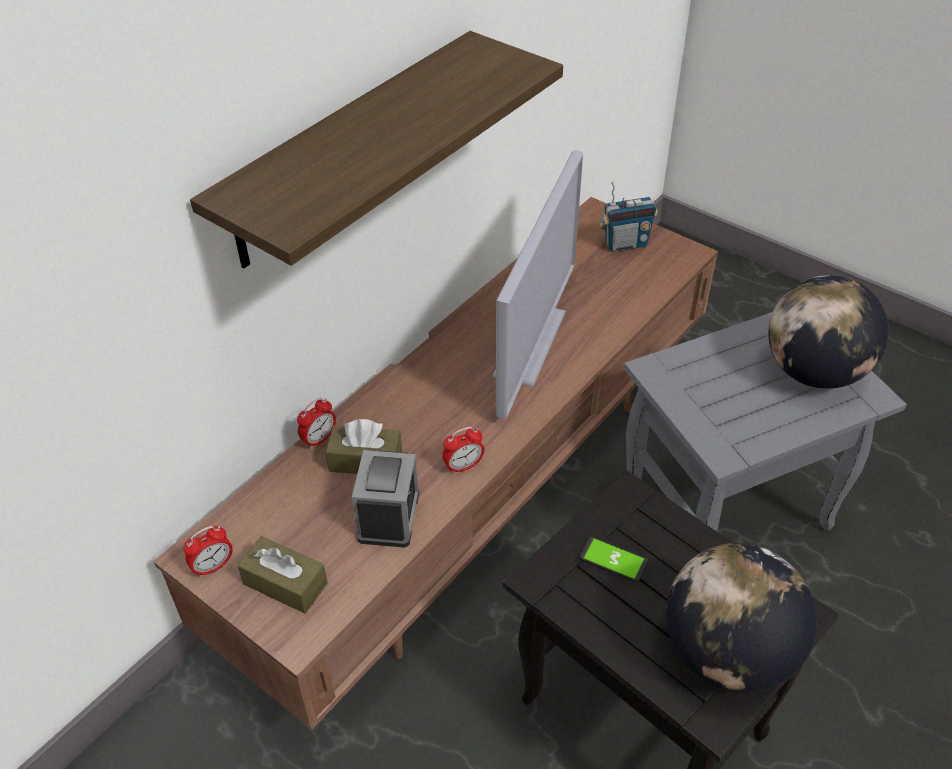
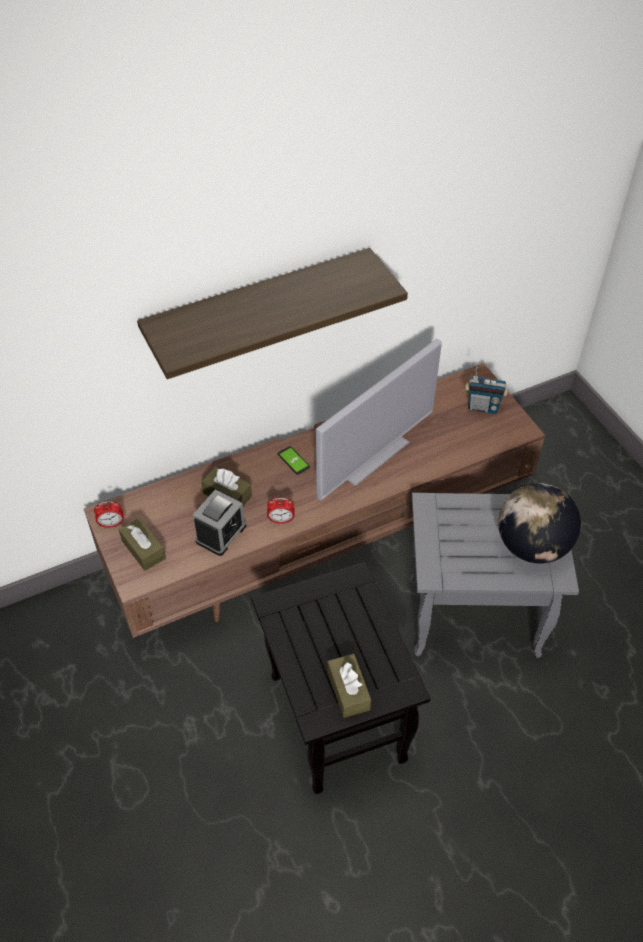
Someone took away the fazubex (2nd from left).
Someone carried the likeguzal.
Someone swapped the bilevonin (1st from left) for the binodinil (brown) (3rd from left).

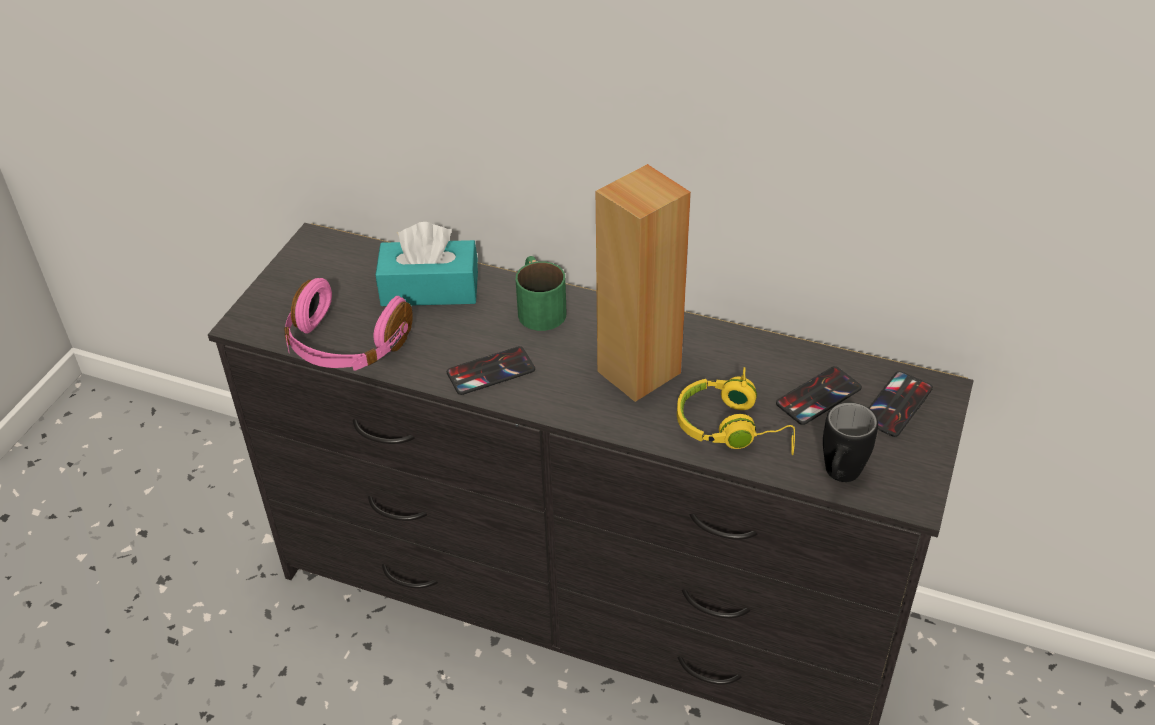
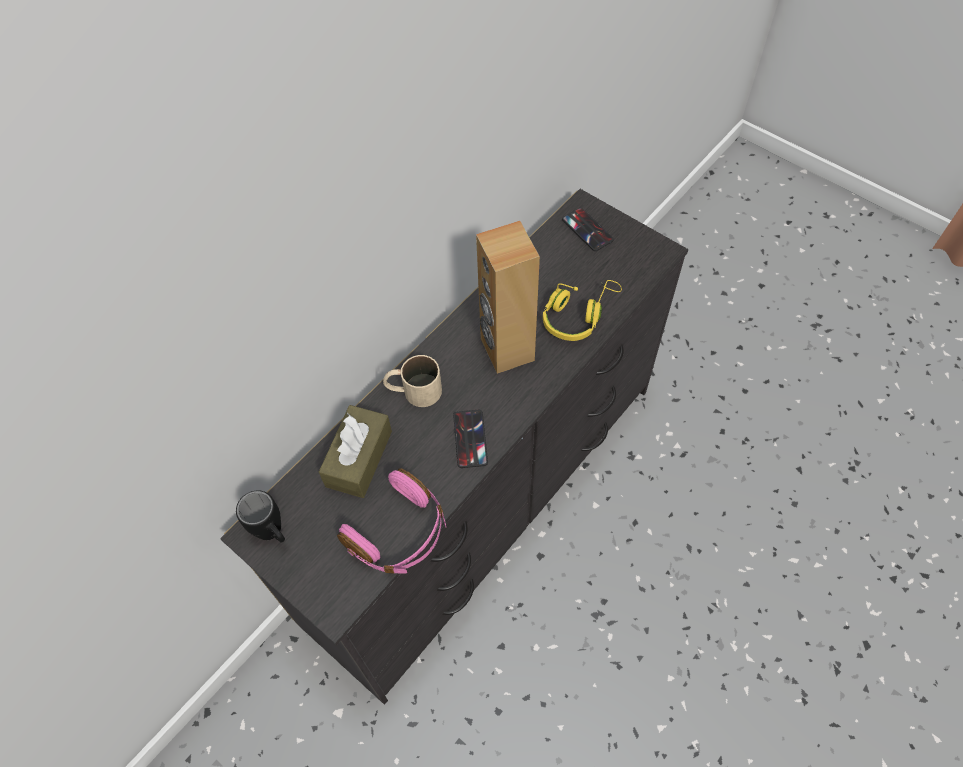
Someone repainted the binodinil (turquoise), which became the binodinil (brown).
Someone repainted the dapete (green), which became the dapete (beige).
Someone took away the likeguzal (2nd from left).
Someone carried the dapete (black).

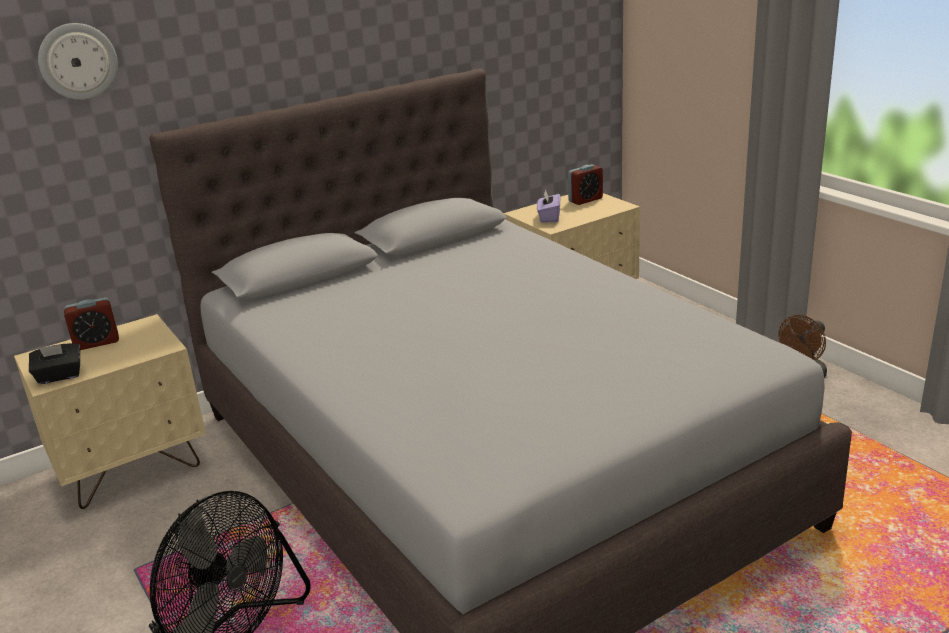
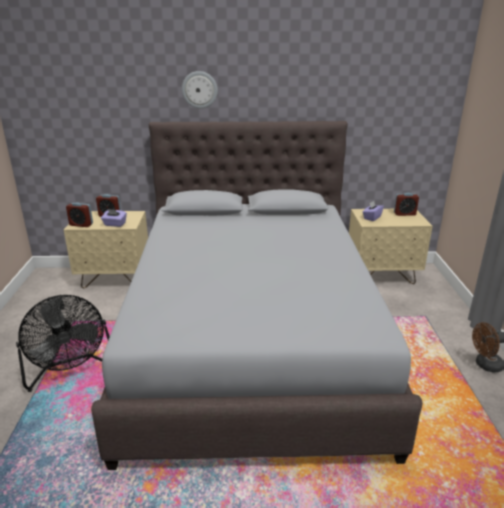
Someone carried the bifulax.
Someone swapped the binodinil (black) for the fazubex (1st from left).
Someone put down the binodinil (purple) (1st from left).

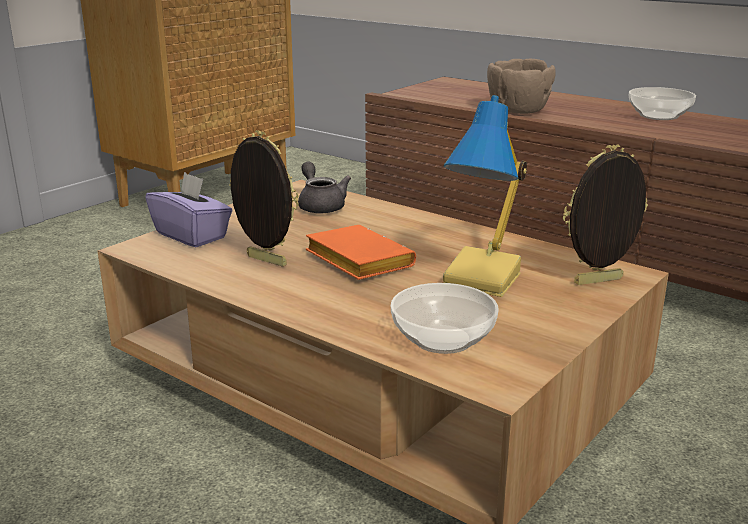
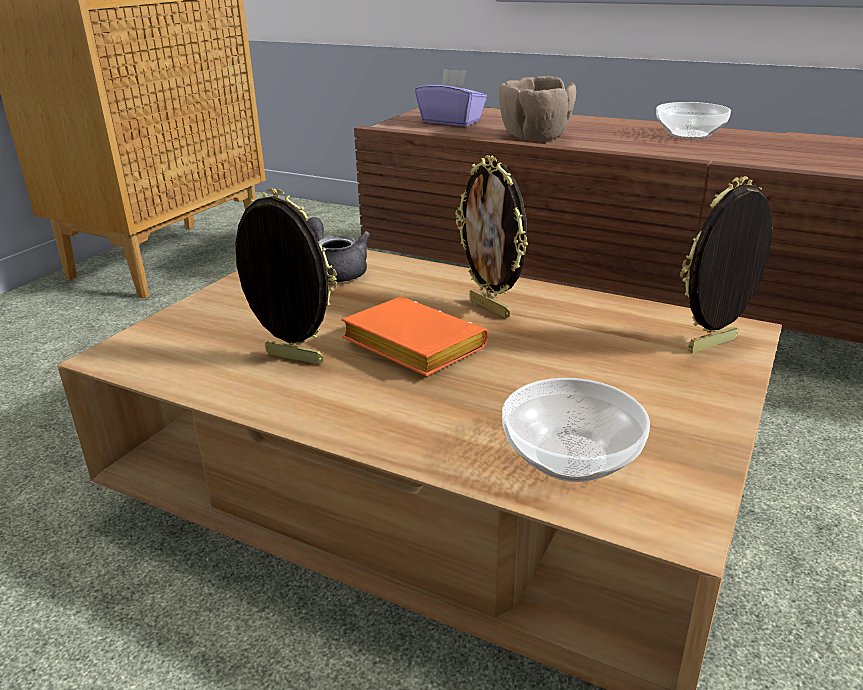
Someone took away the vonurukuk.
Someone carried the binodinil (purple).
Someone put down the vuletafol (2nd from left).

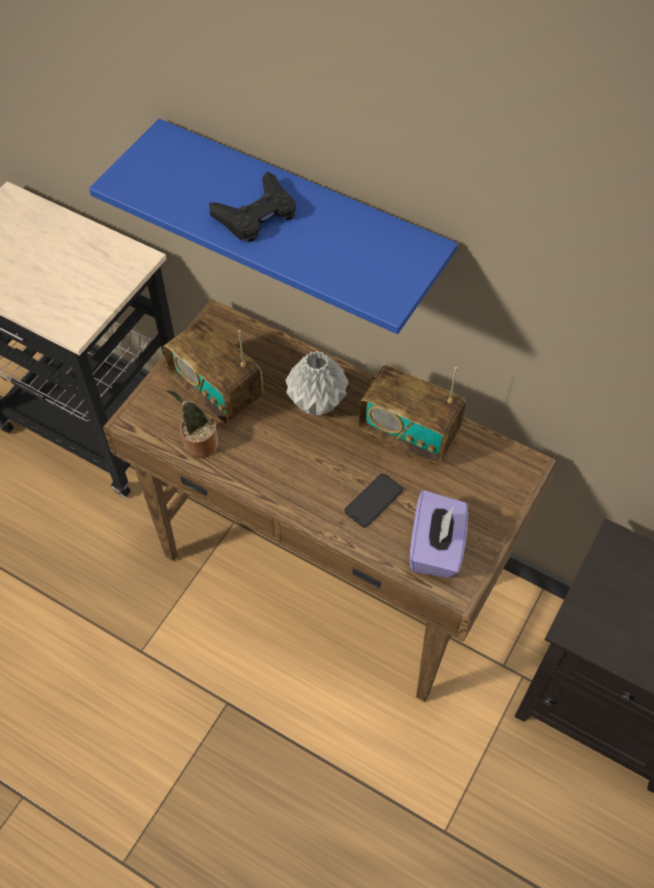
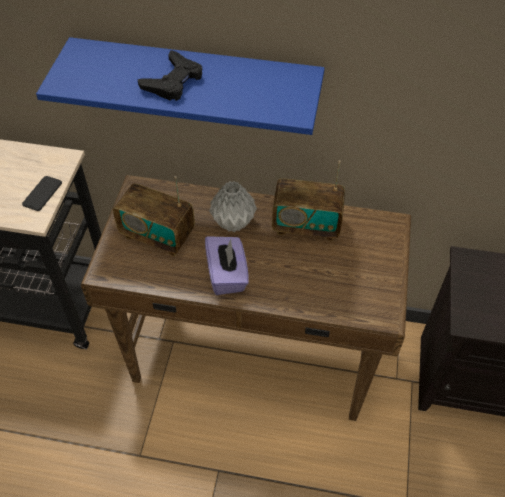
Someone took away the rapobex.
Someone carried the likeguzal.
Someone carried the binodinil (purple).

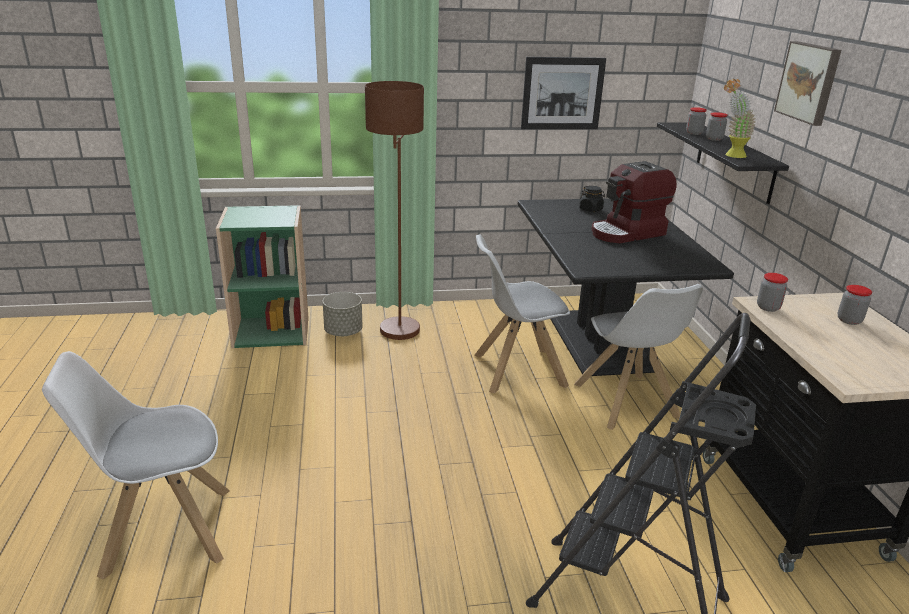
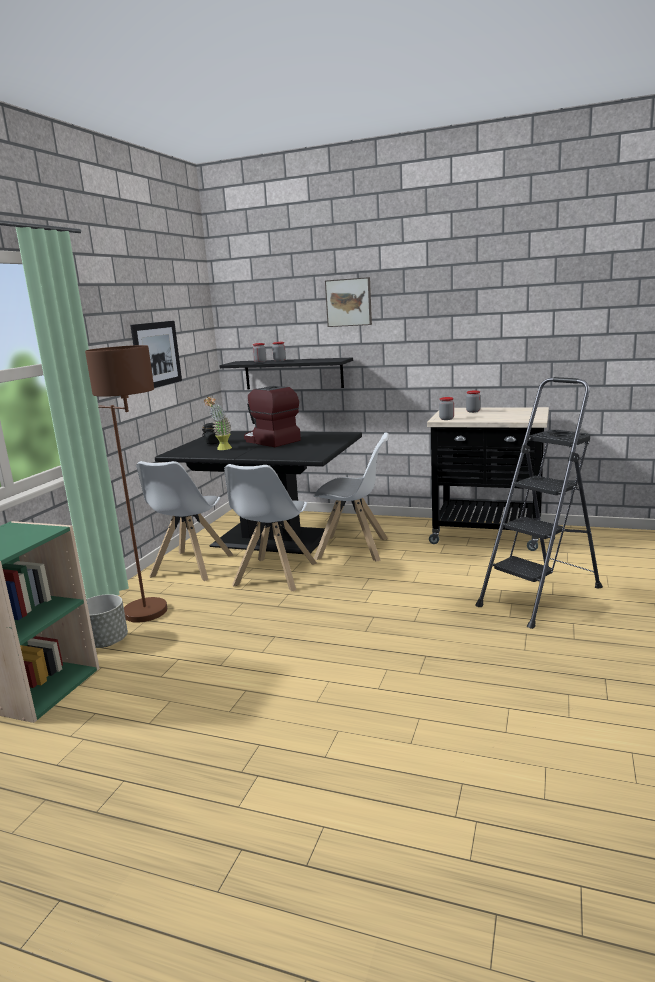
Someone carried the rapobex.
Someone rotated the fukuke by 135 degrees clockwise.
Someone carried the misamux (1st from left).

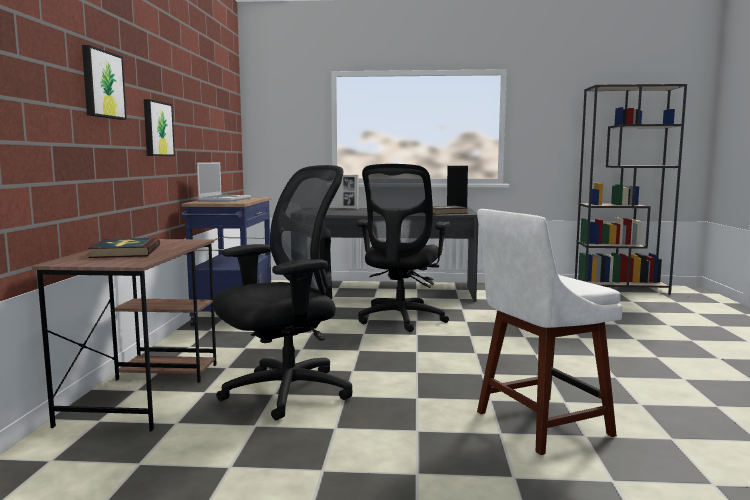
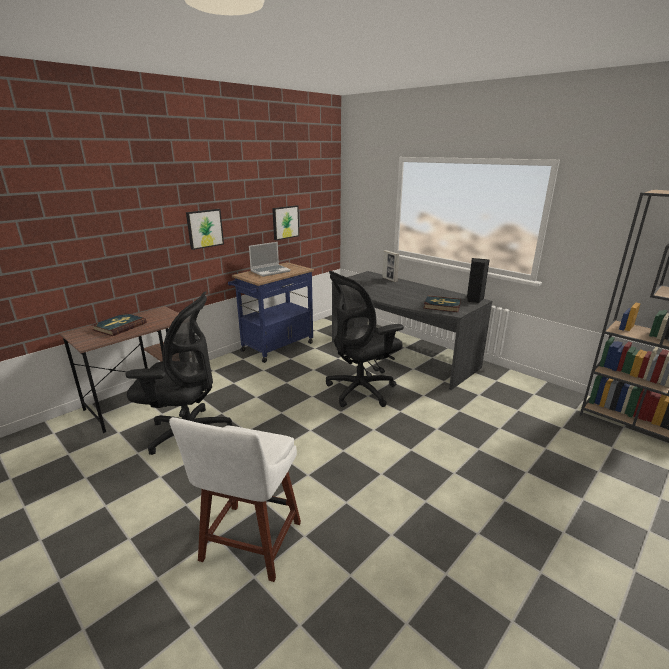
Someone carried the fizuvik (1st from left in the first image).
Someone rotated the misamux (white) by 90 degrees counterclockwise.

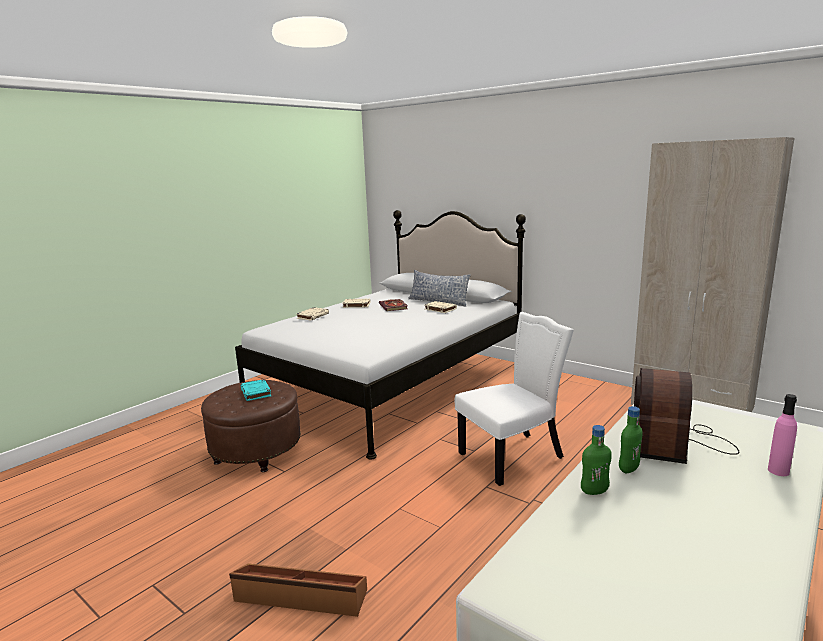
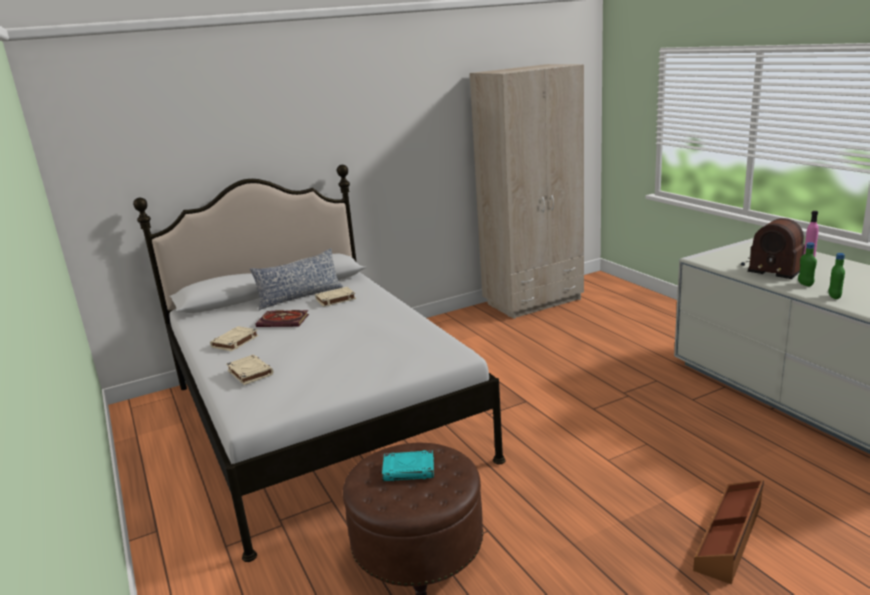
Someone took away the misamux (white).

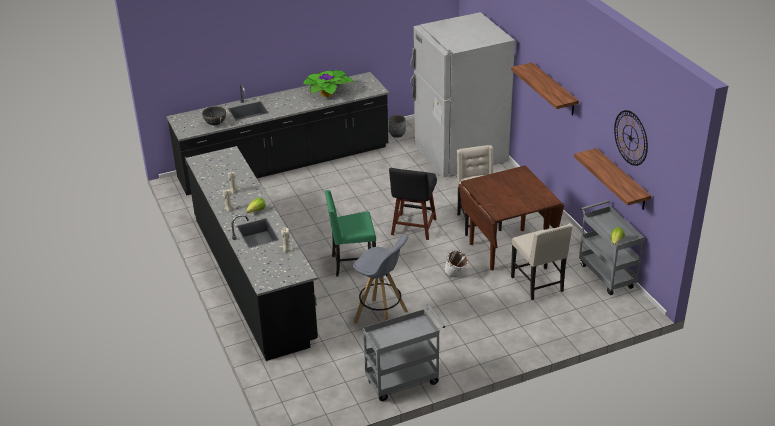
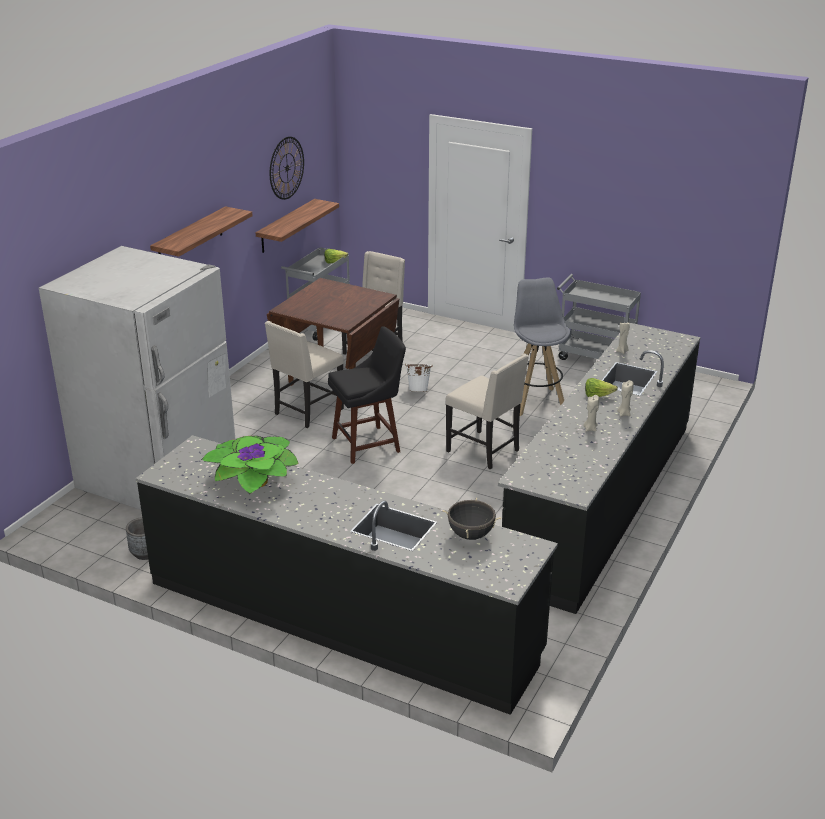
Someone repainted the misamux (green), which became the misamux (beige) (3rd from left).

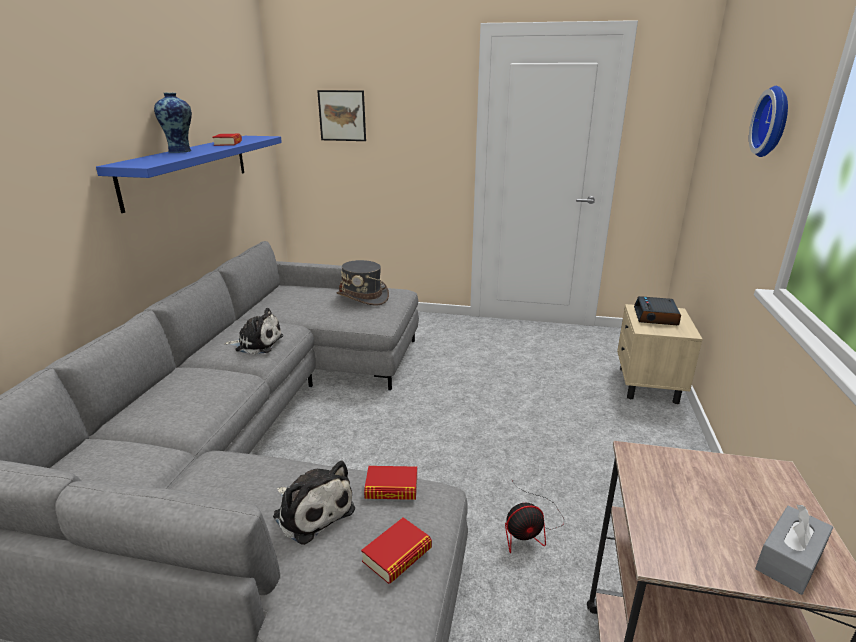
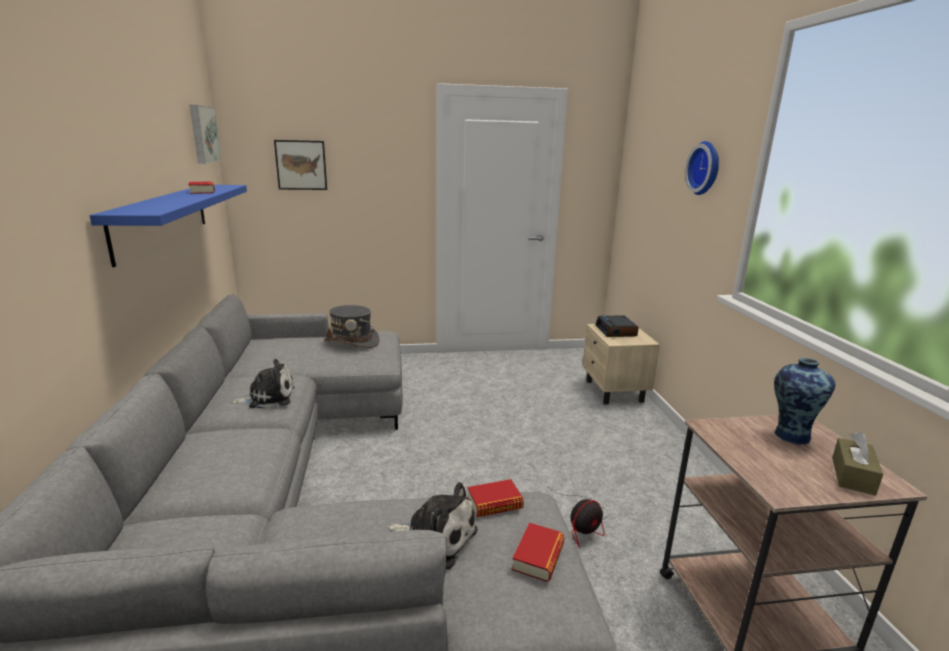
Someone carried the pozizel.
Someone repainted the binodinil (grey), which became the binodinil (brown).
Someone put up the fizuvik (1st from left).

